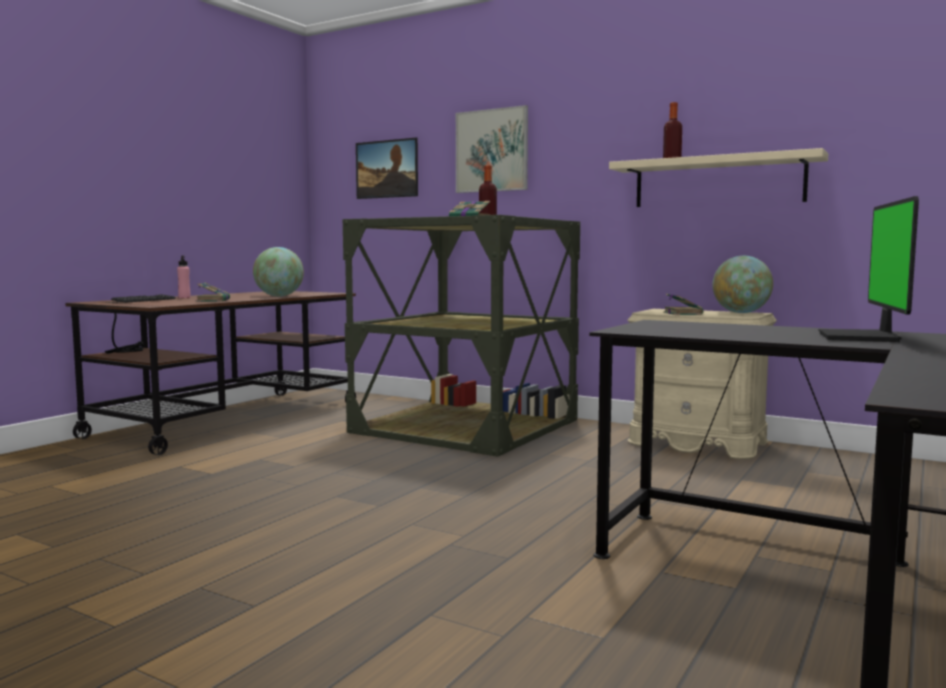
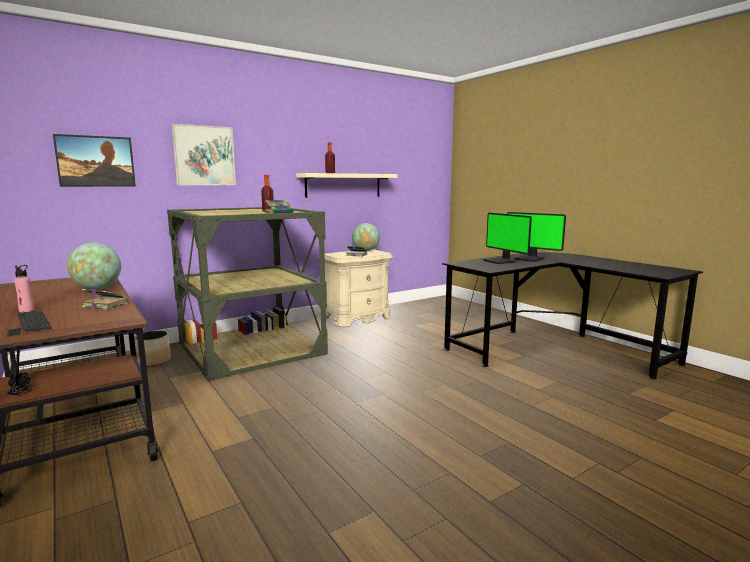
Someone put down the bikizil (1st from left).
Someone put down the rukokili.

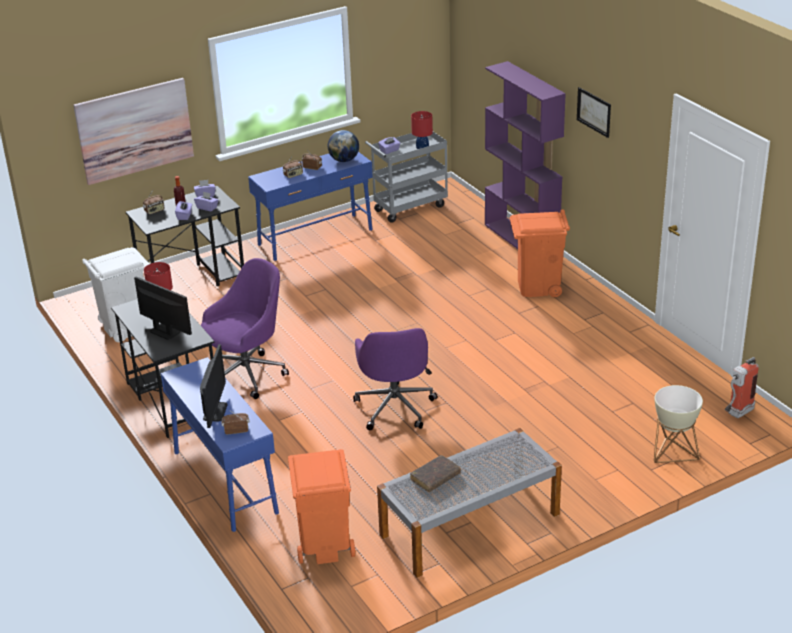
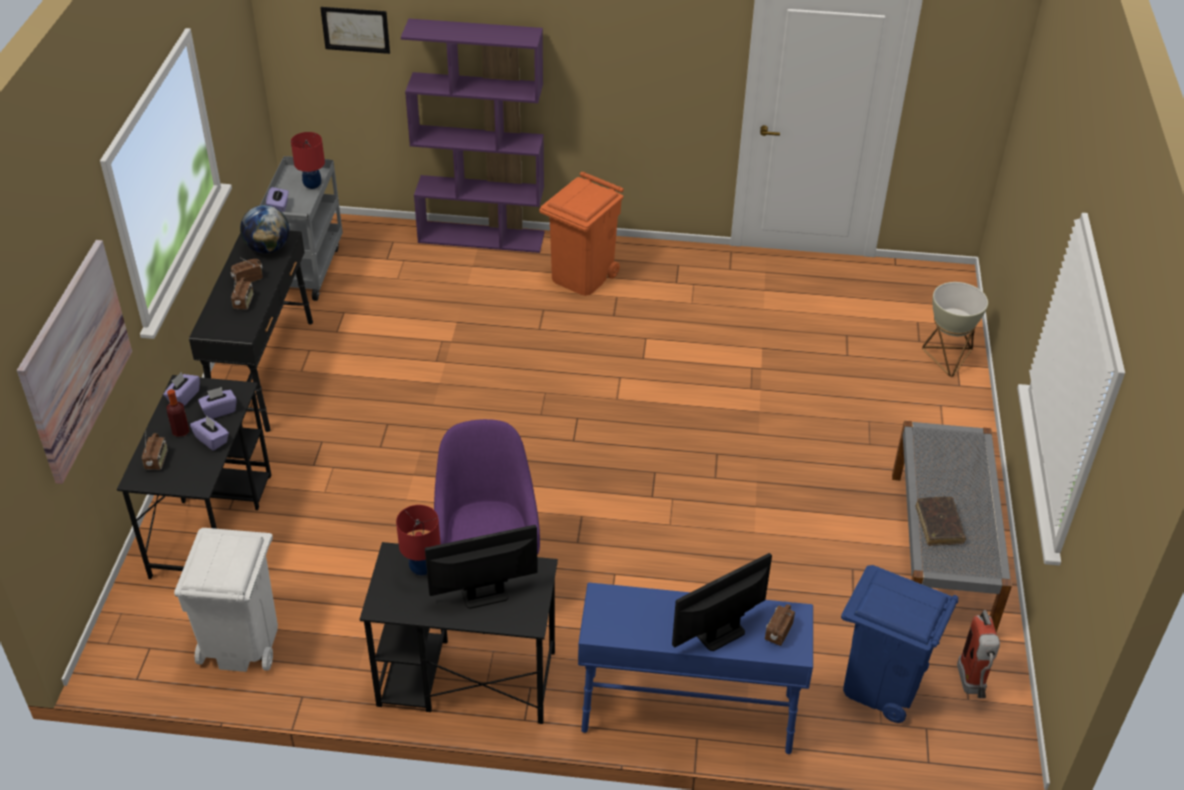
Someone carried the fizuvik (2nd from left).
Someone repainted the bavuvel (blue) (2nd from left), which became the bavuvel (black).
Someone took away the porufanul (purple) (2nd from left).
Someone rotated the bikizil (2nd from left) by 75 degrees counterclockwise.
Someone carried the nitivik.
Someone repainted the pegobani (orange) (1st from left), which became the pegobani (blue).

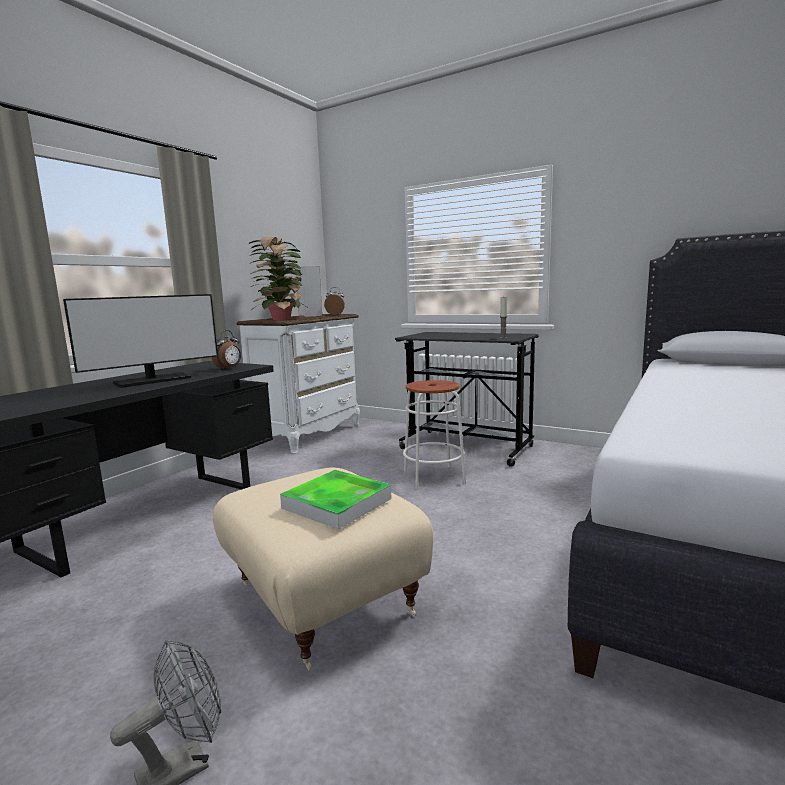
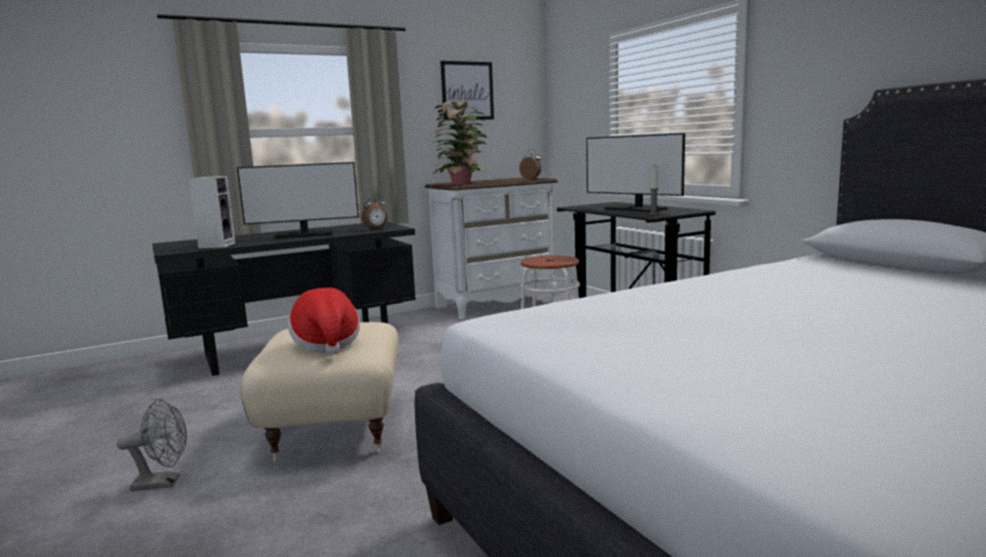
Someone carried the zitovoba.
Someone swapped the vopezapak for the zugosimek.
Someone put up the fizuvik.
Someone put down the bikizil (2nd from left).

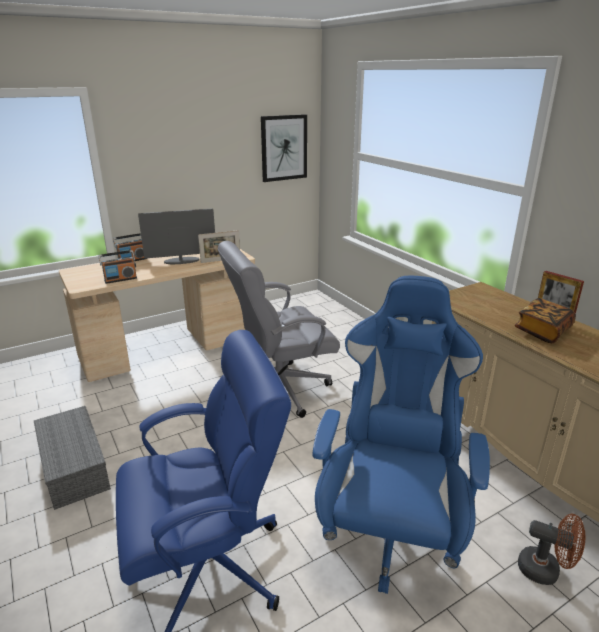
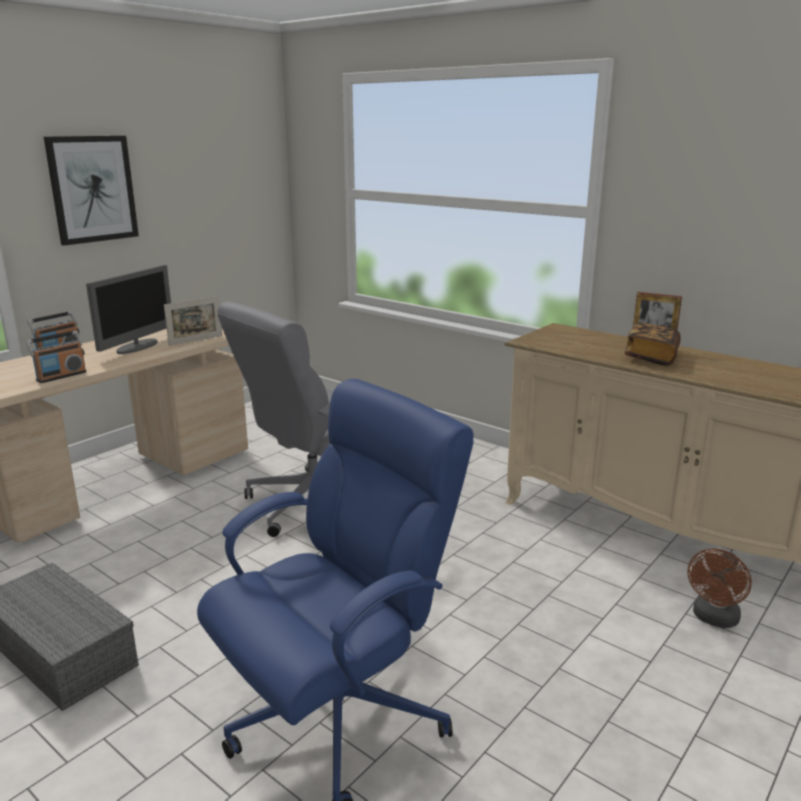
Someone carried the fizuvik.
Someone rotated the bikizil by 150 degrees clockwise.
Someone took away the porufanul (blue) (2nd from left).
Someone rotated the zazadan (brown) by 120 degrees clockwise.

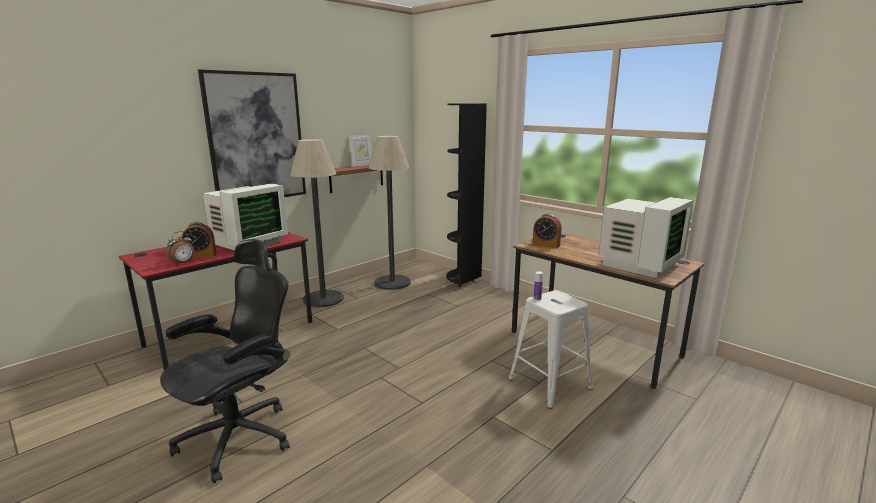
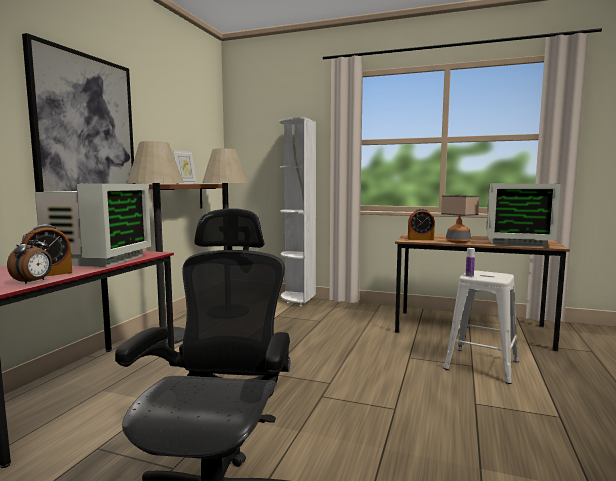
Someone repainted the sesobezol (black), which became the sesobezol (white).
Someone rotated the bikizil (2nd from left) by 90 degrees clockwise.
Someone put down the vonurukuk.

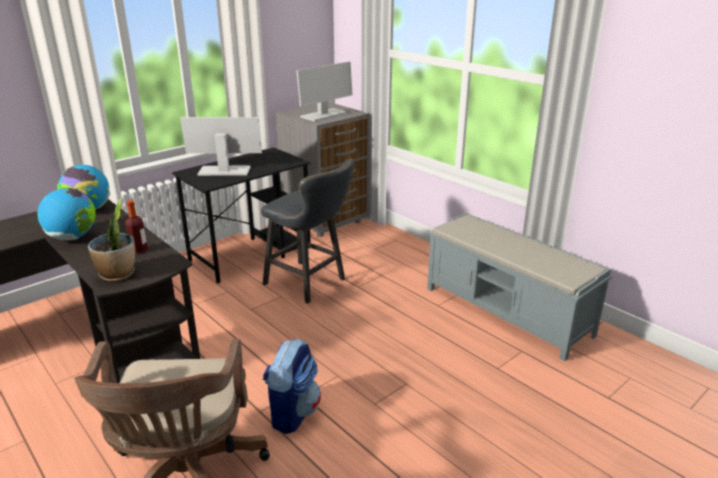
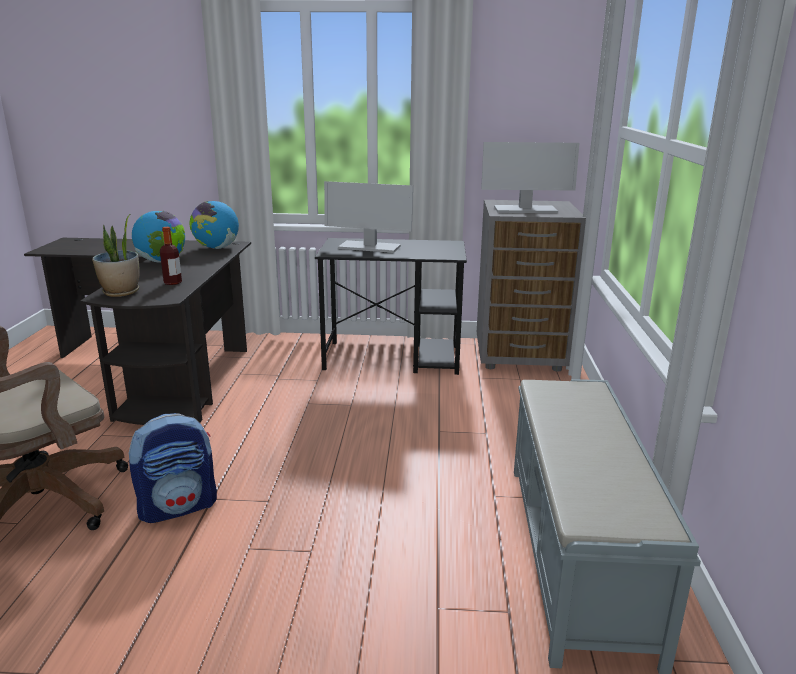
Someone rotated the bikizil (1st from left) by 150 degrees clockwise.
Someone took away the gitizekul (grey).

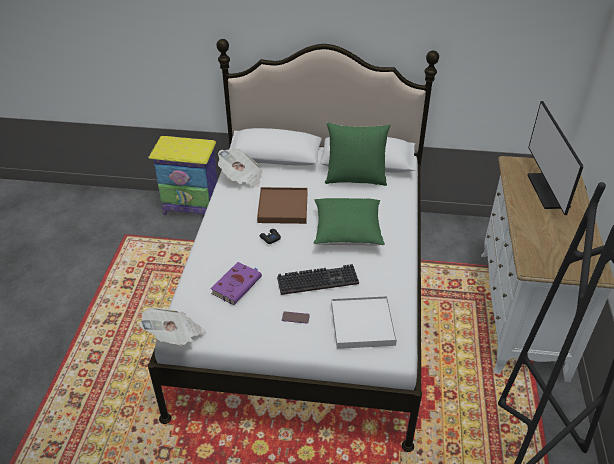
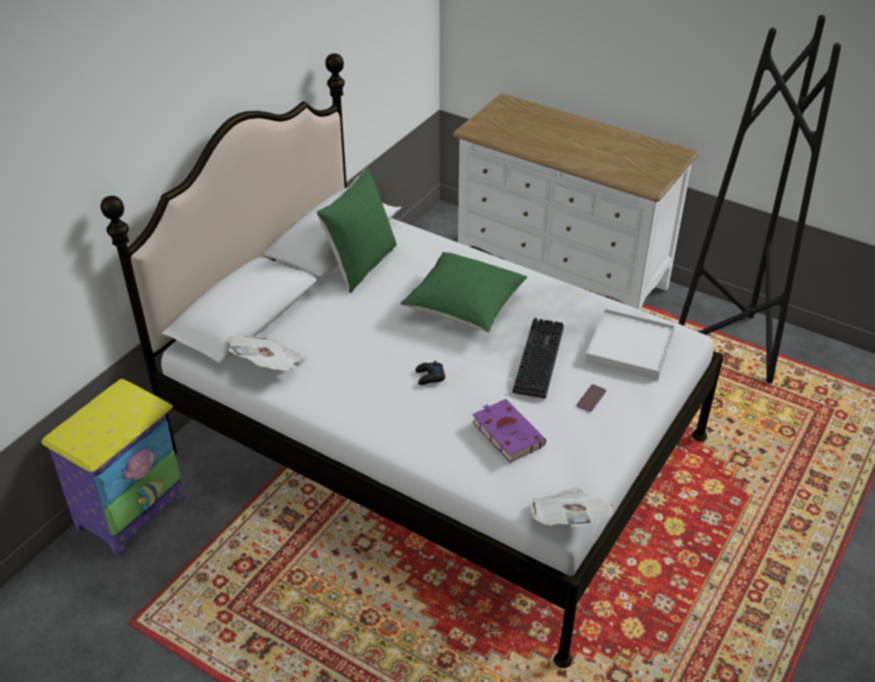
Someone took away the bikizil.
Someone took away the vopezapak (brown).

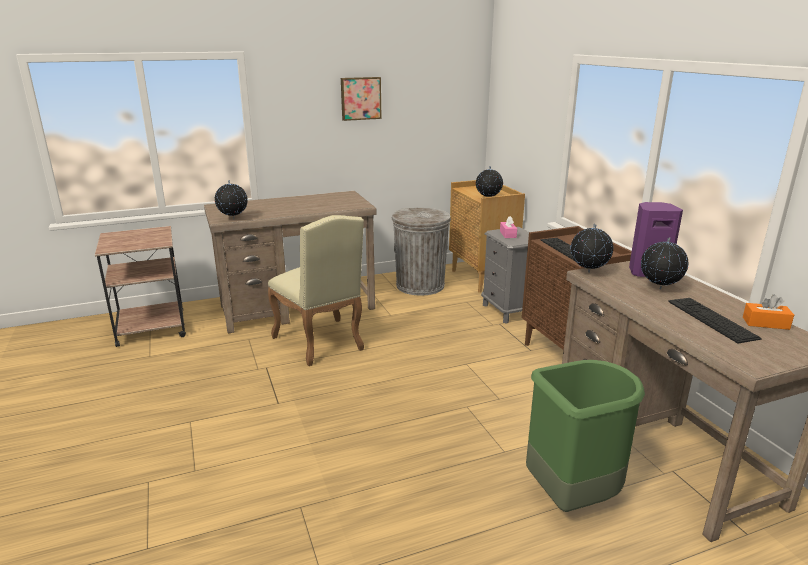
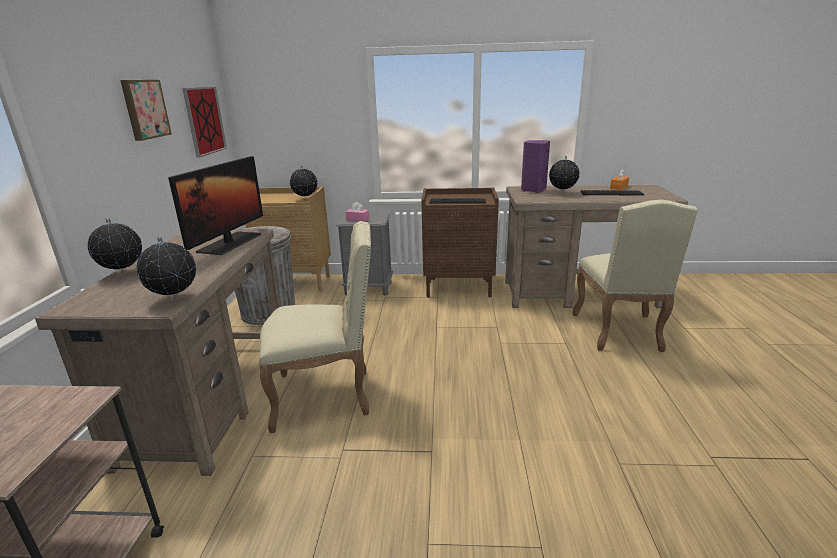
Someone carried the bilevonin (3rd from left in the first image).
Someone swapped the pegobani (green) for the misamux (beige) (2nd from left).
Someone put up the fizuvik (2nd from left).
Someone put down the bikizil.

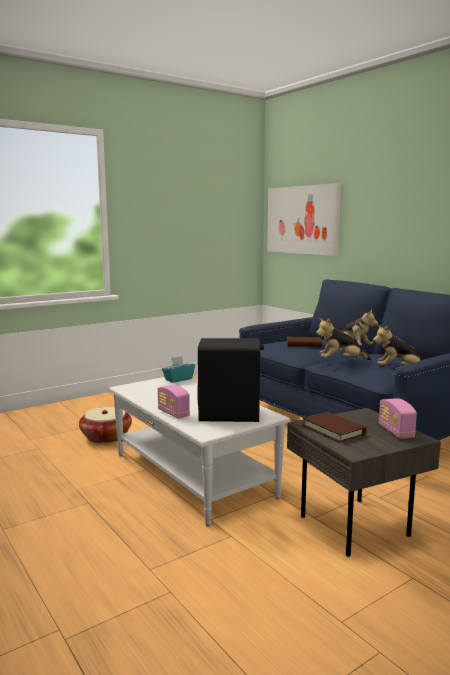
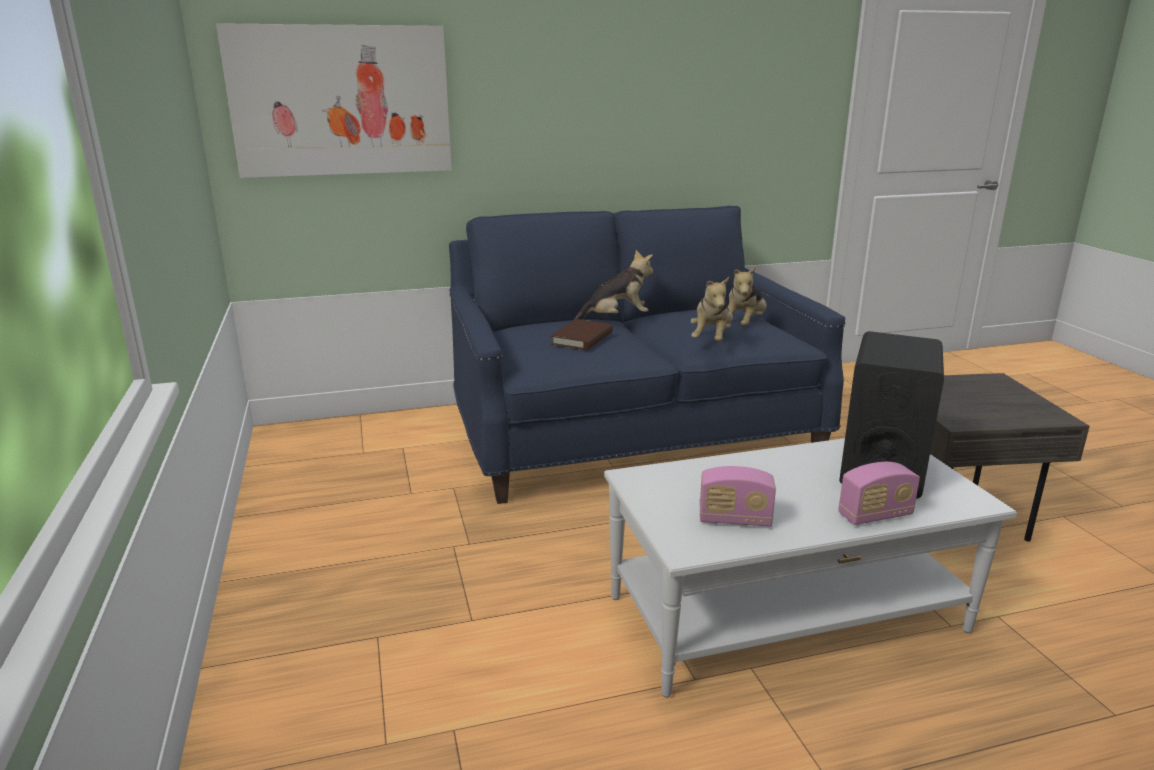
Someone took away the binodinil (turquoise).
Someone carried the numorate (2nd from left in the first image).
Someone took away the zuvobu.
Someone took away the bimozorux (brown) (2nd from left).

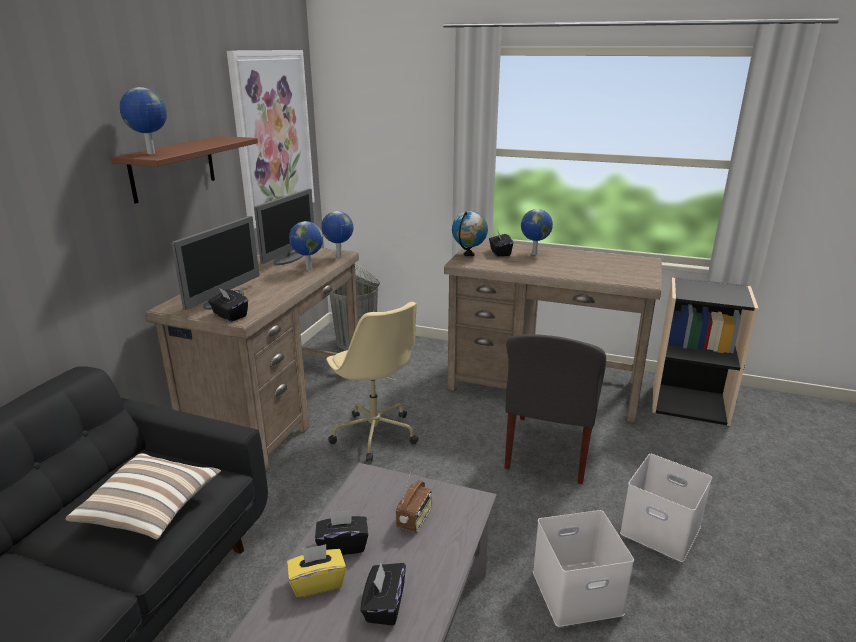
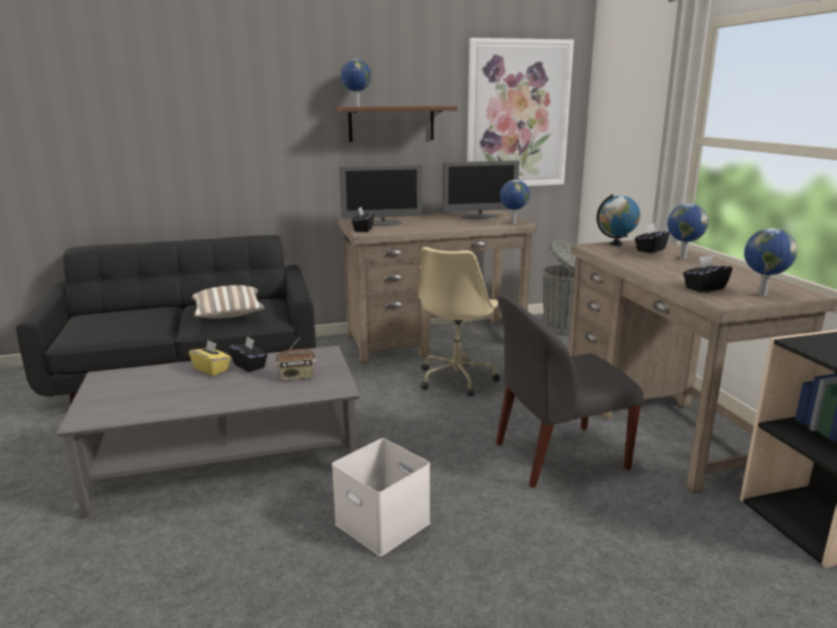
Someone carried the bilevonin (2nd from left in the first image).
Someone took away the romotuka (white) (2nd from left).
Someone carried the binodinil (black) (3rd from left in the first image).

